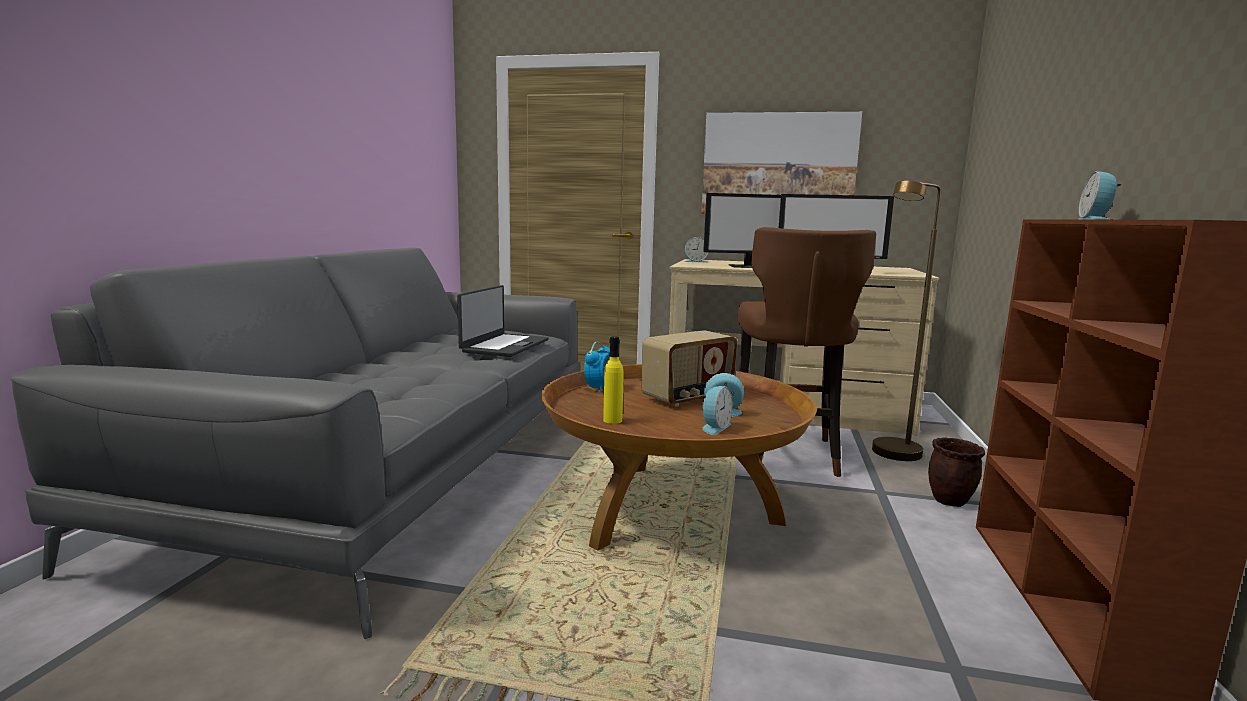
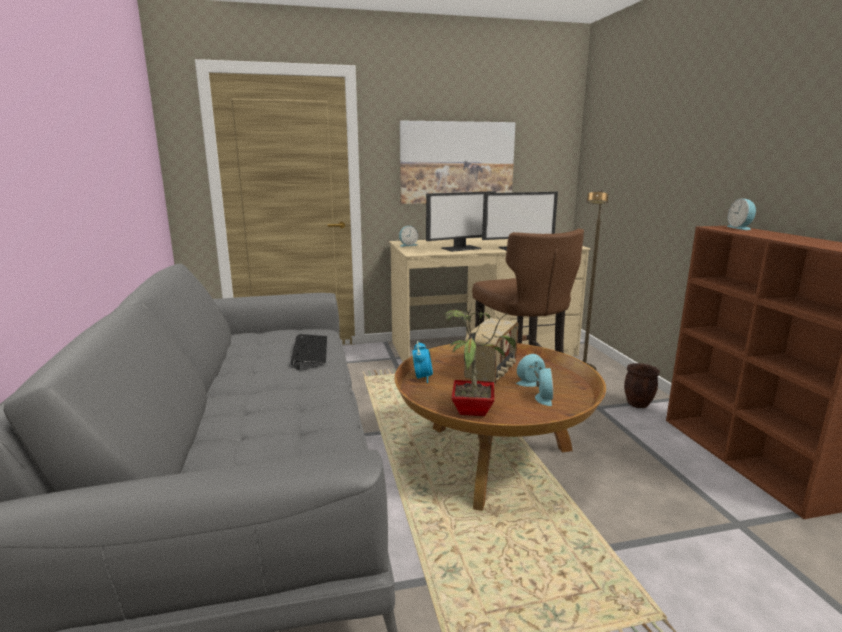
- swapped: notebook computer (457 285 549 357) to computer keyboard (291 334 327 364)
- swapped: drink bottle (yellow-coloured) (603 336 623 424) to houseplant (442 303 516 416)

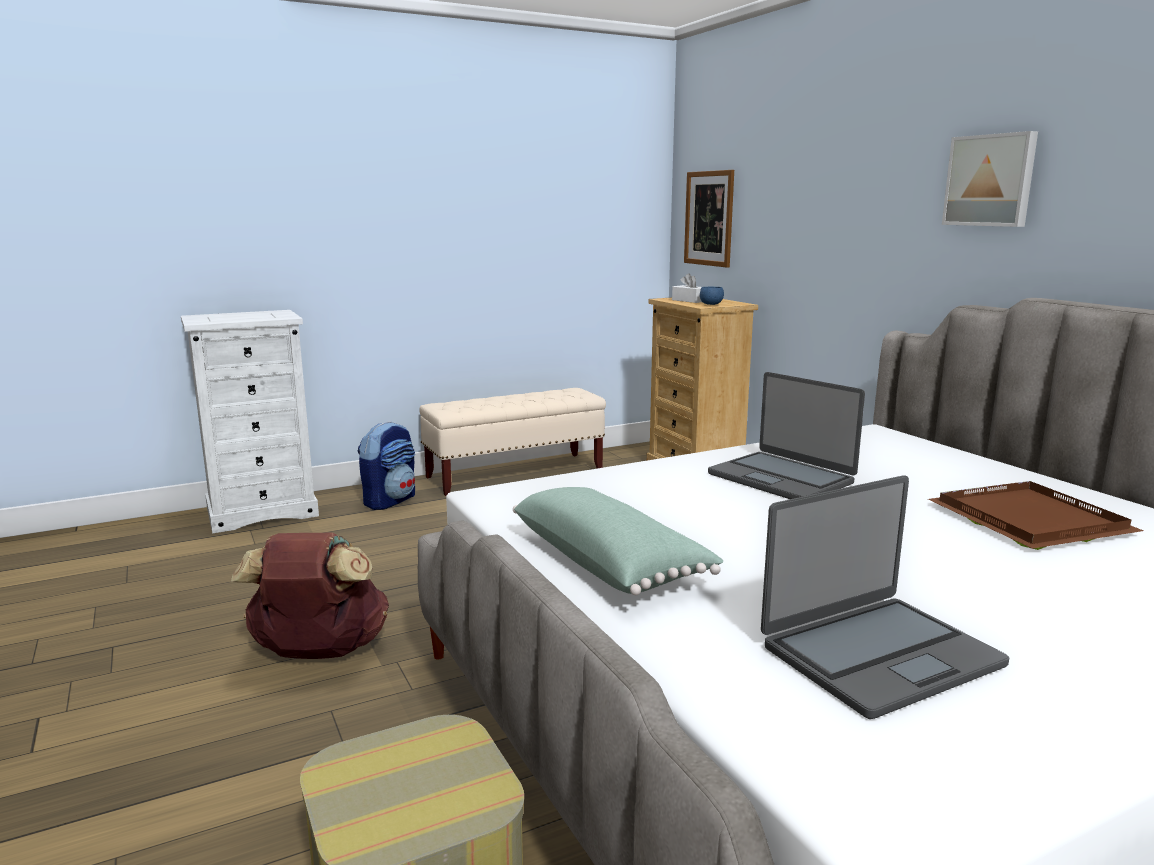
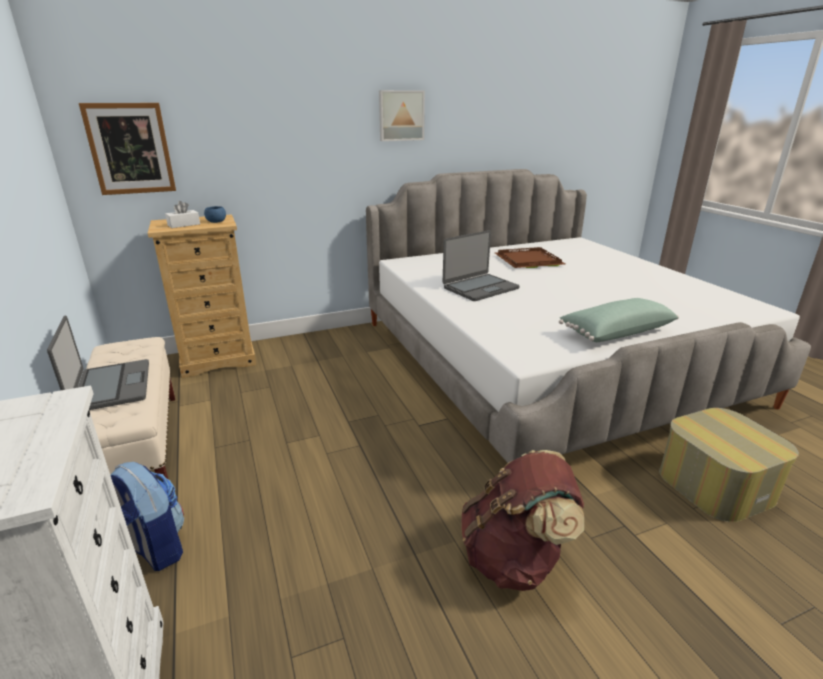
- shifted: notebook computer (761 475 1009 719) to (47 315 149 410)

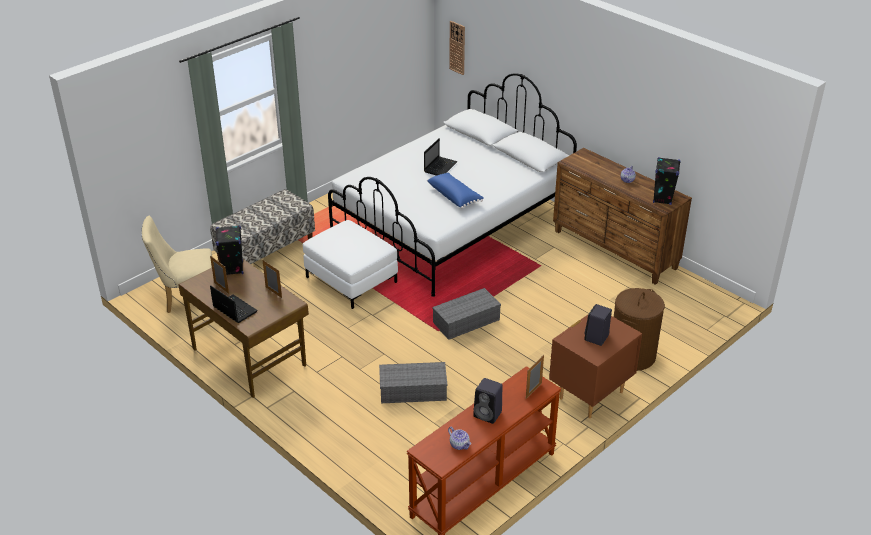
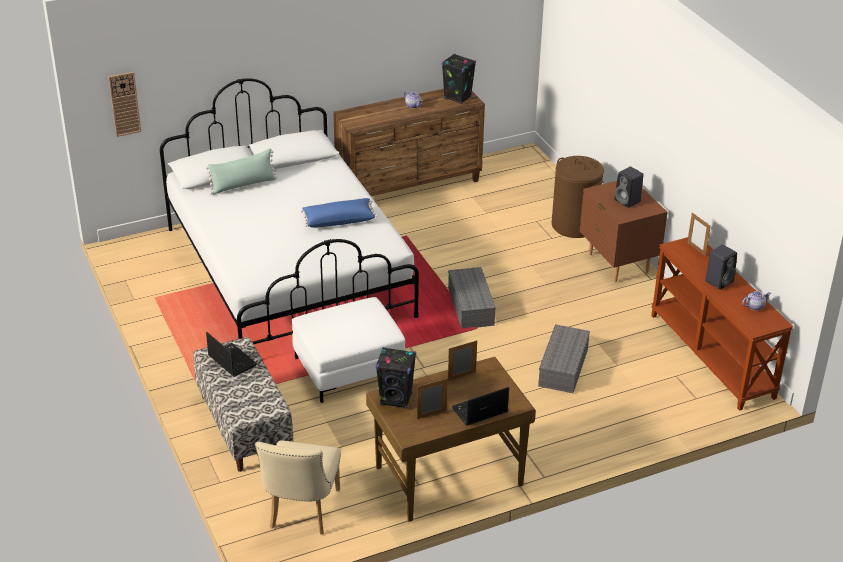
- new: cushion (greenish) (206 148 277 195)
- shifted: notebook computer (424 138 458 176) to (206 332 257 377)

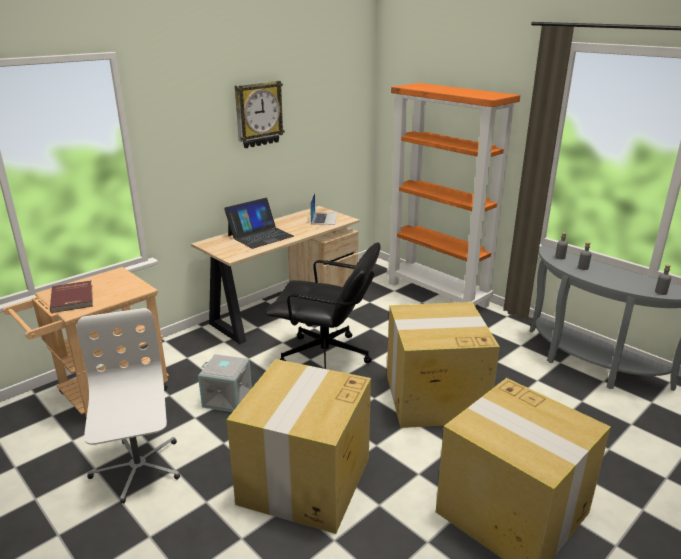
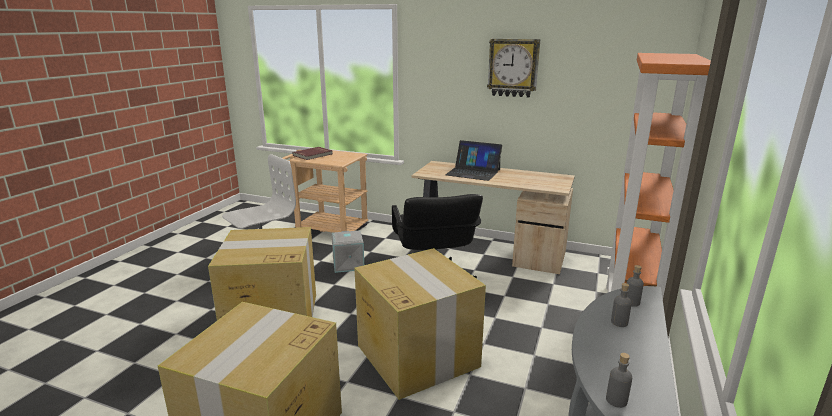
- gone: notebook computer (310 192 338 225)

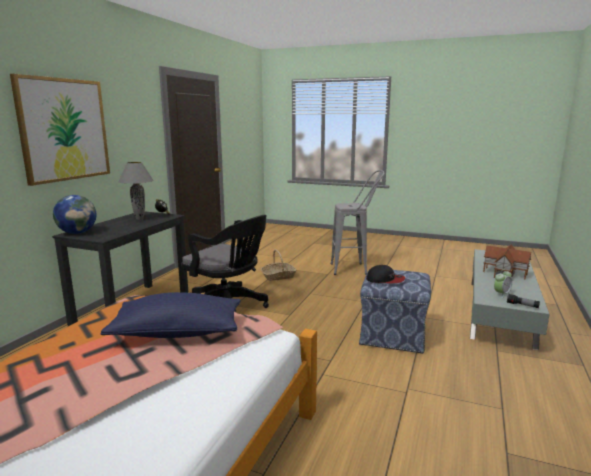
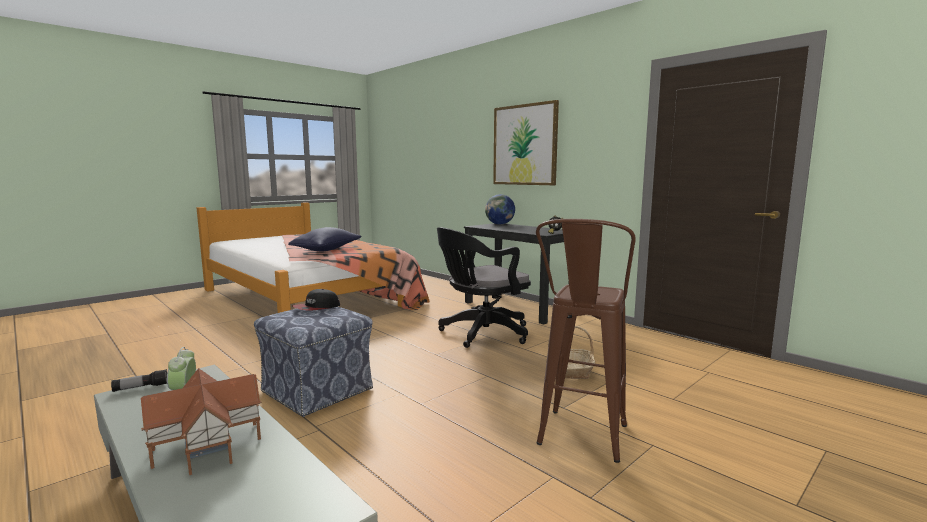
- repainted: stool (gray) (331 170 385 275) to stool (brown) (536 219 636 463)
- gone: lamp for a table (gray) (118 162 154 220)

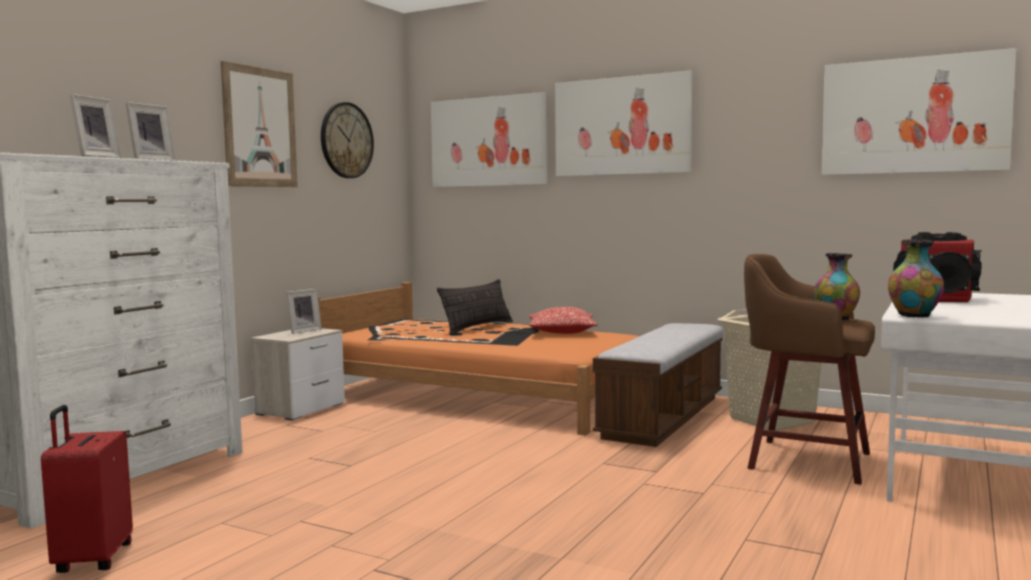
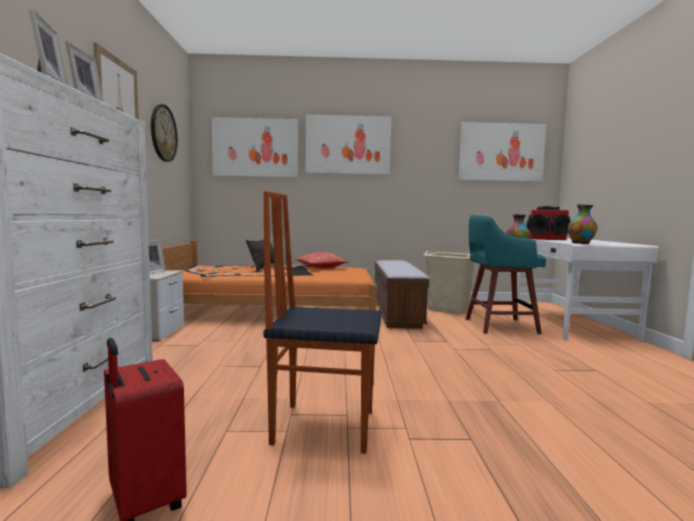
- new: chair (263 191 382 454)
- repainted: stool (brown) (744 254 875 485) to stool (turquoise-coloured) (466 215 546 334)

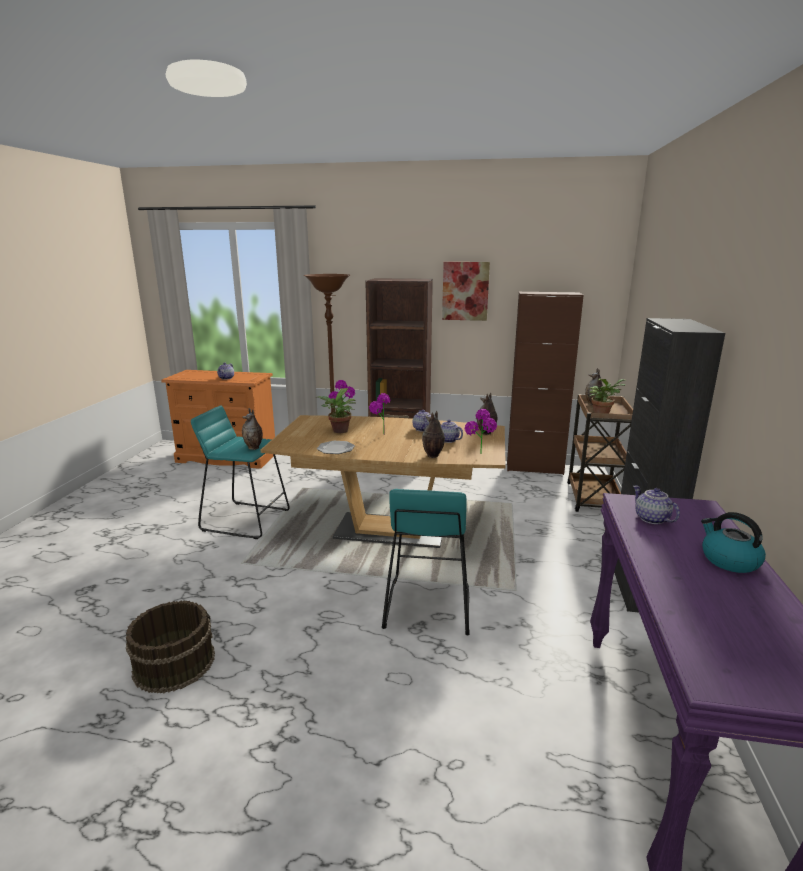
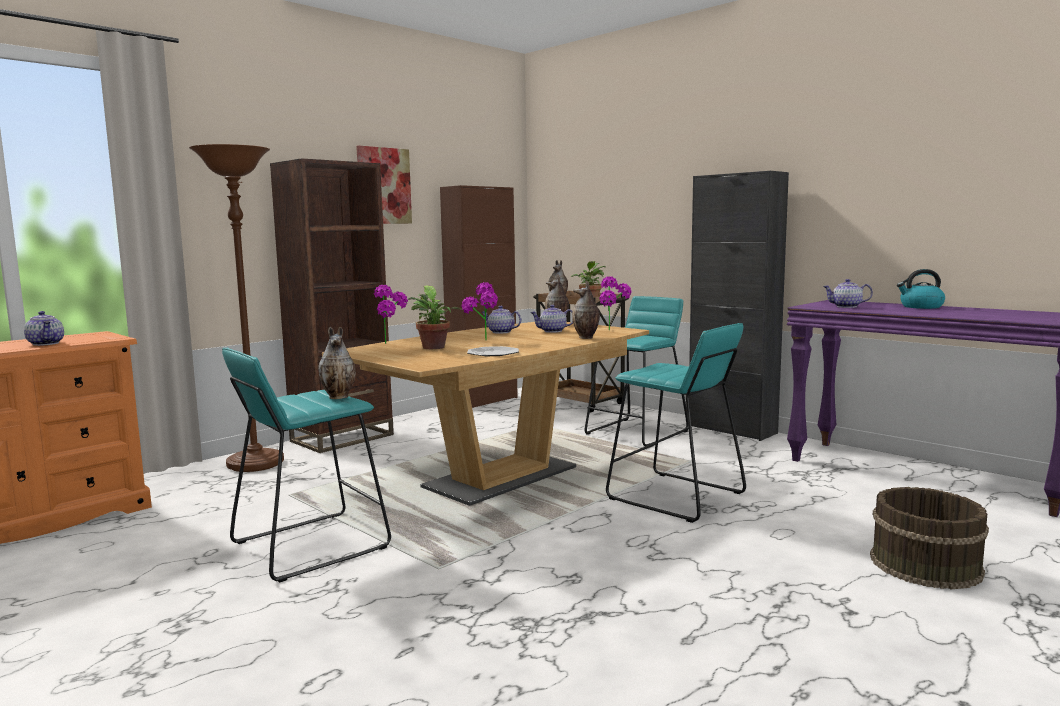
- new: stool (turquoise-coloured) (585 296 688 446)
- shifted: pail (brown) (126 600 215 694) to (870 487 989 590)

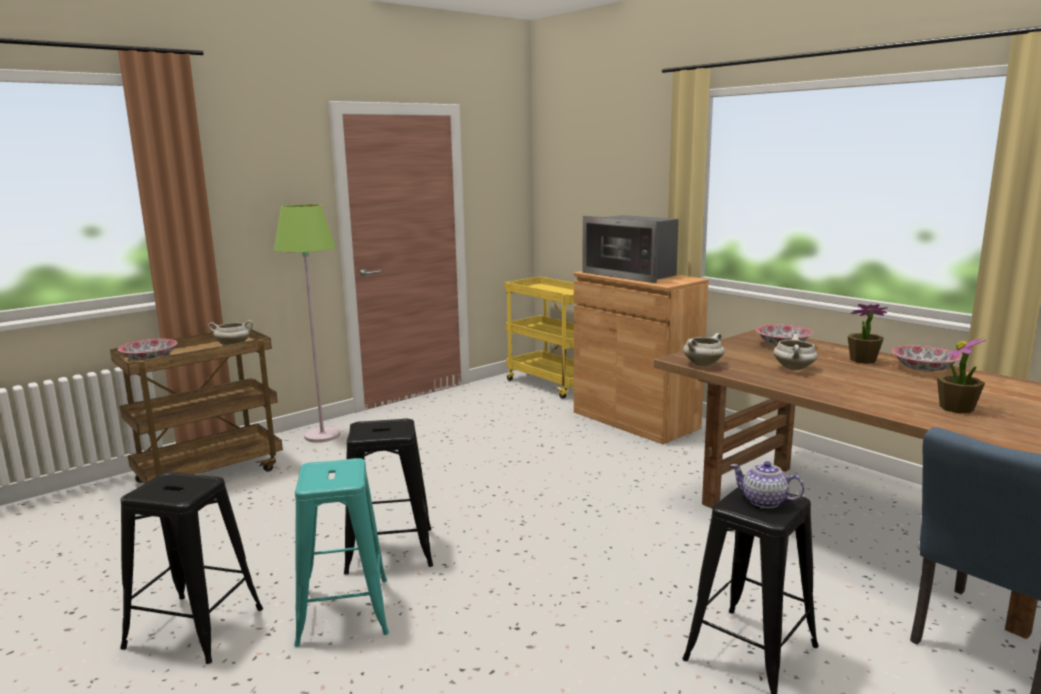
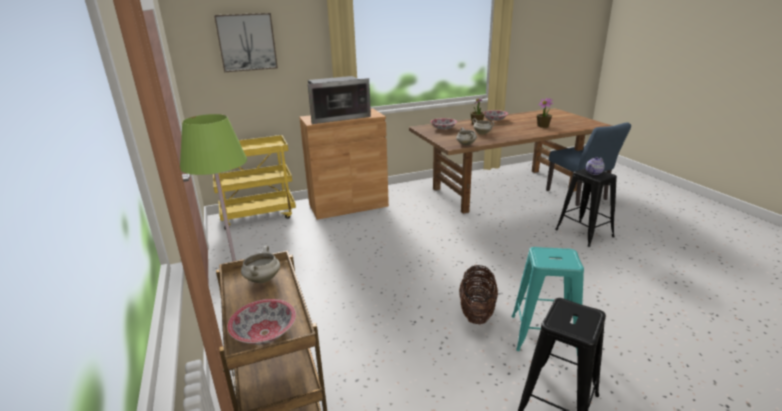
- new: wall art (214 13 278 72)
- swapped: stool (blackish) (344 419 433 575) to storage basket (459 265 498 324)

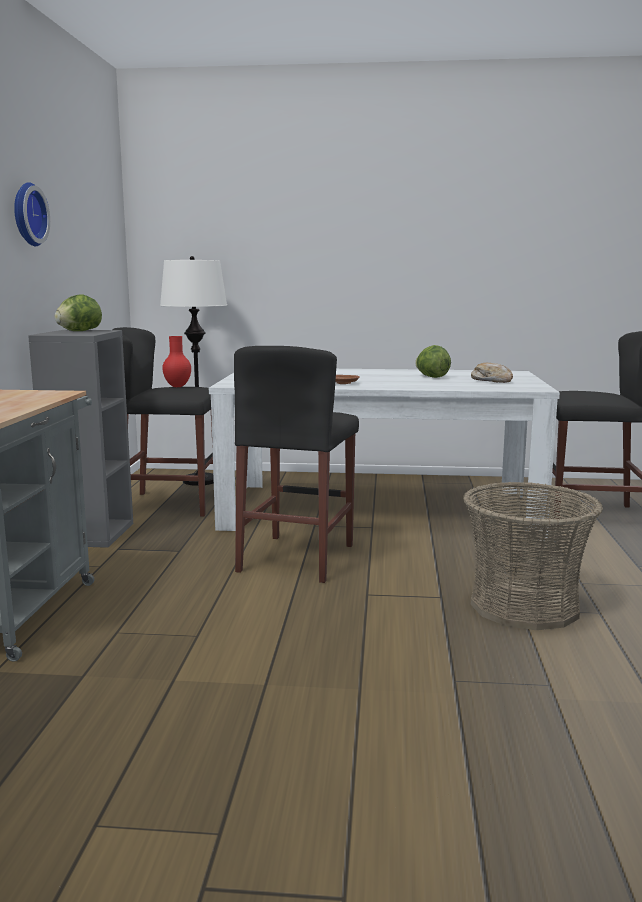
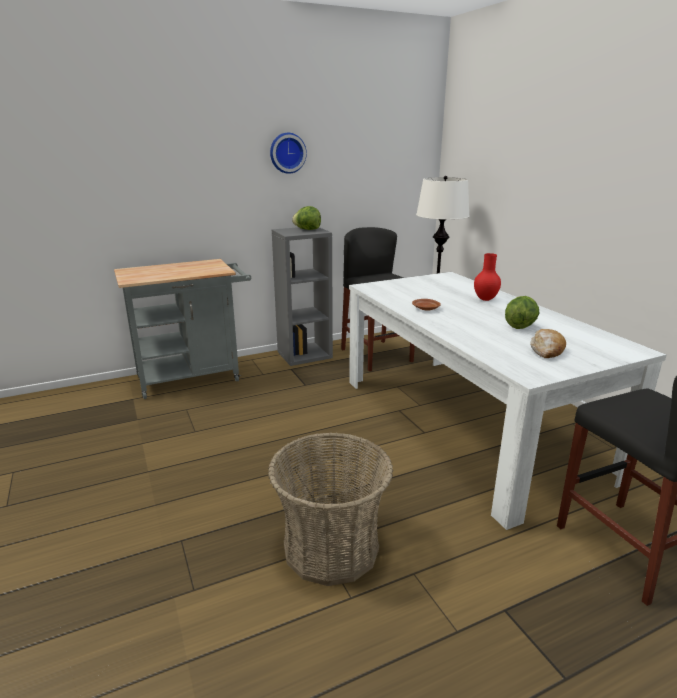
- shifted: vase (reddish) (162 336 191 387) to (474 253 501 301)
- gone: stool (blackish) (234 346 359 583)

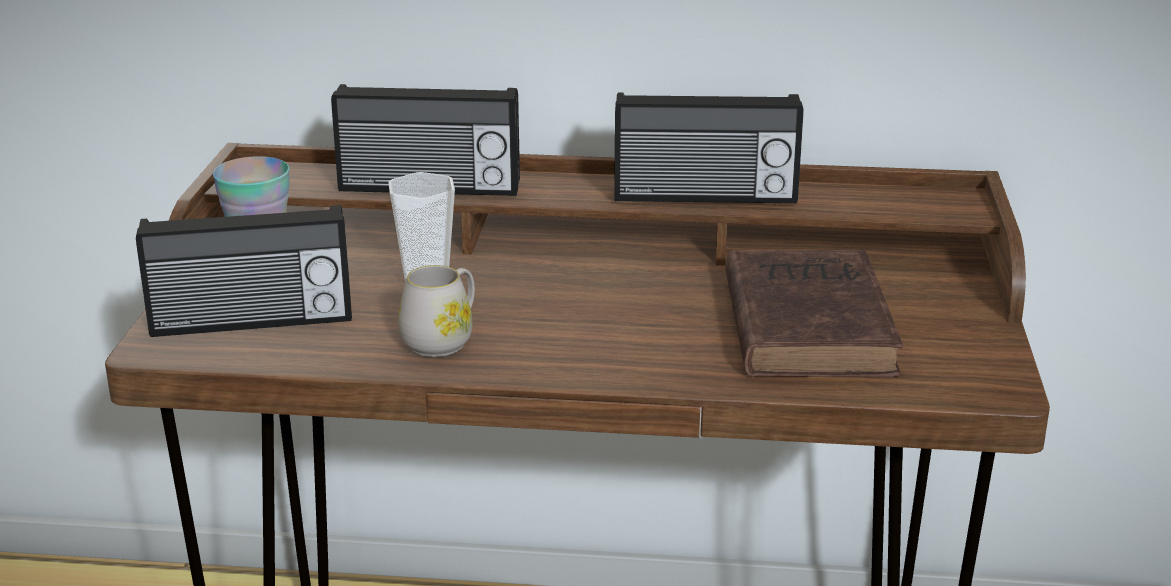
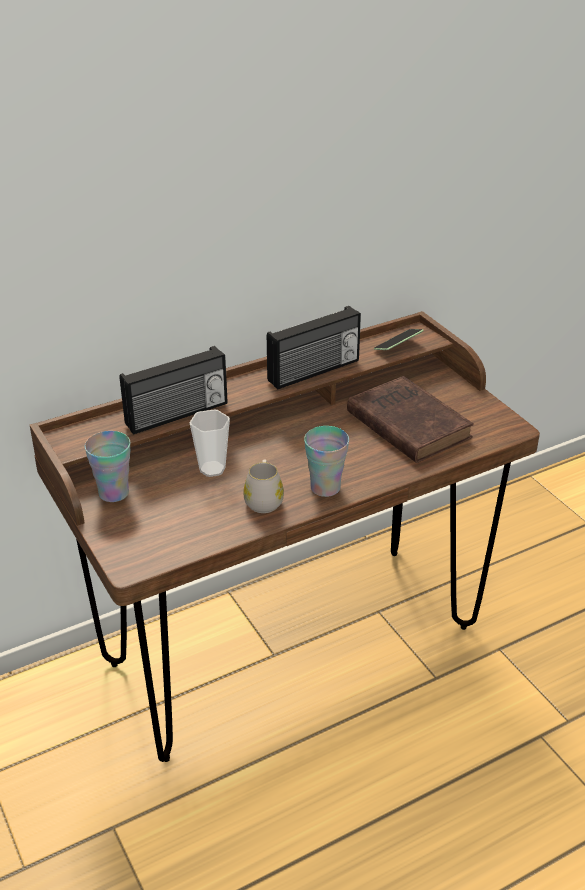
- new: drinking cup (304 426 349 497)
- new: telephone (374 329 424 350)
- gone: radio (136 205 352 337)

